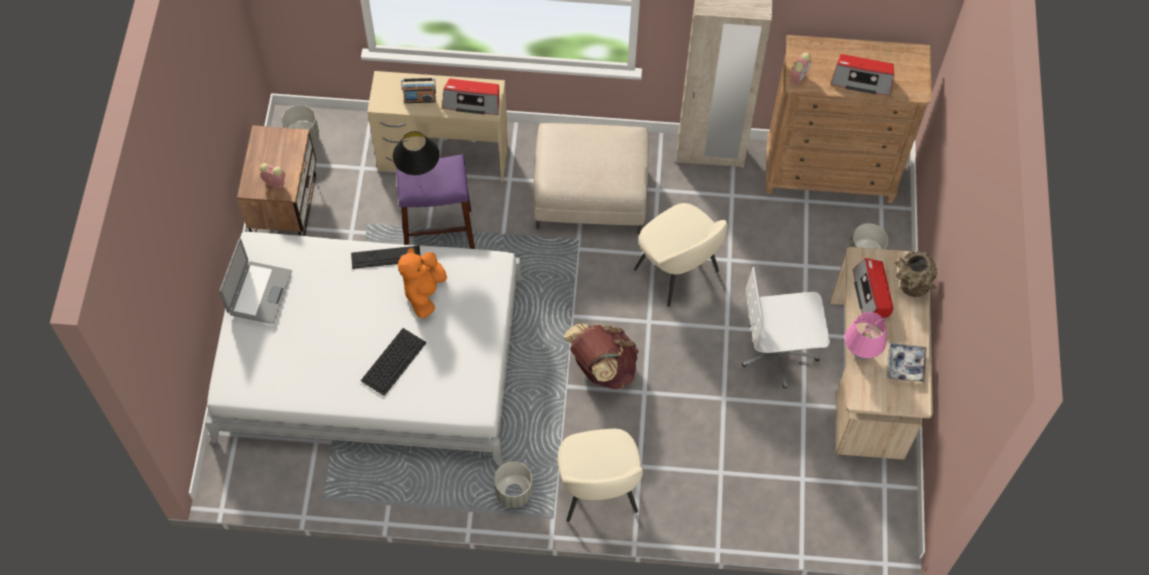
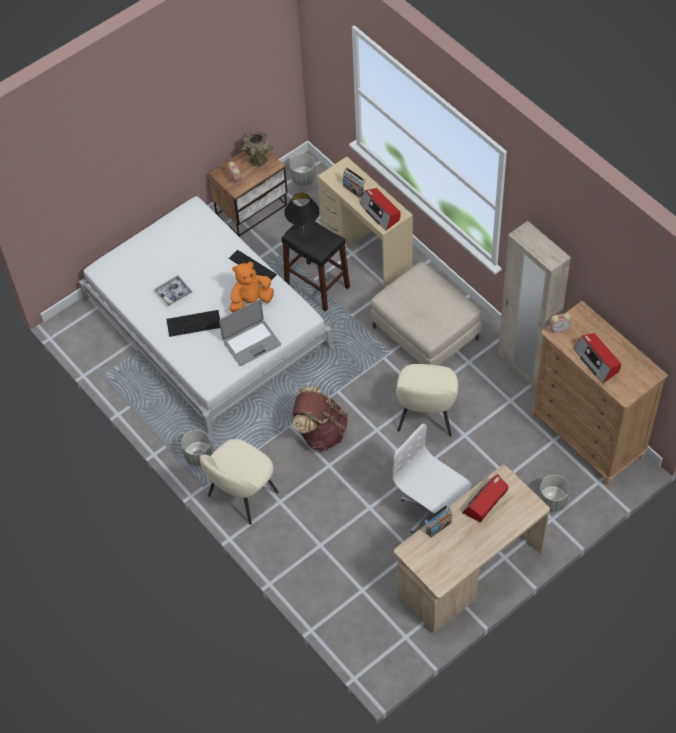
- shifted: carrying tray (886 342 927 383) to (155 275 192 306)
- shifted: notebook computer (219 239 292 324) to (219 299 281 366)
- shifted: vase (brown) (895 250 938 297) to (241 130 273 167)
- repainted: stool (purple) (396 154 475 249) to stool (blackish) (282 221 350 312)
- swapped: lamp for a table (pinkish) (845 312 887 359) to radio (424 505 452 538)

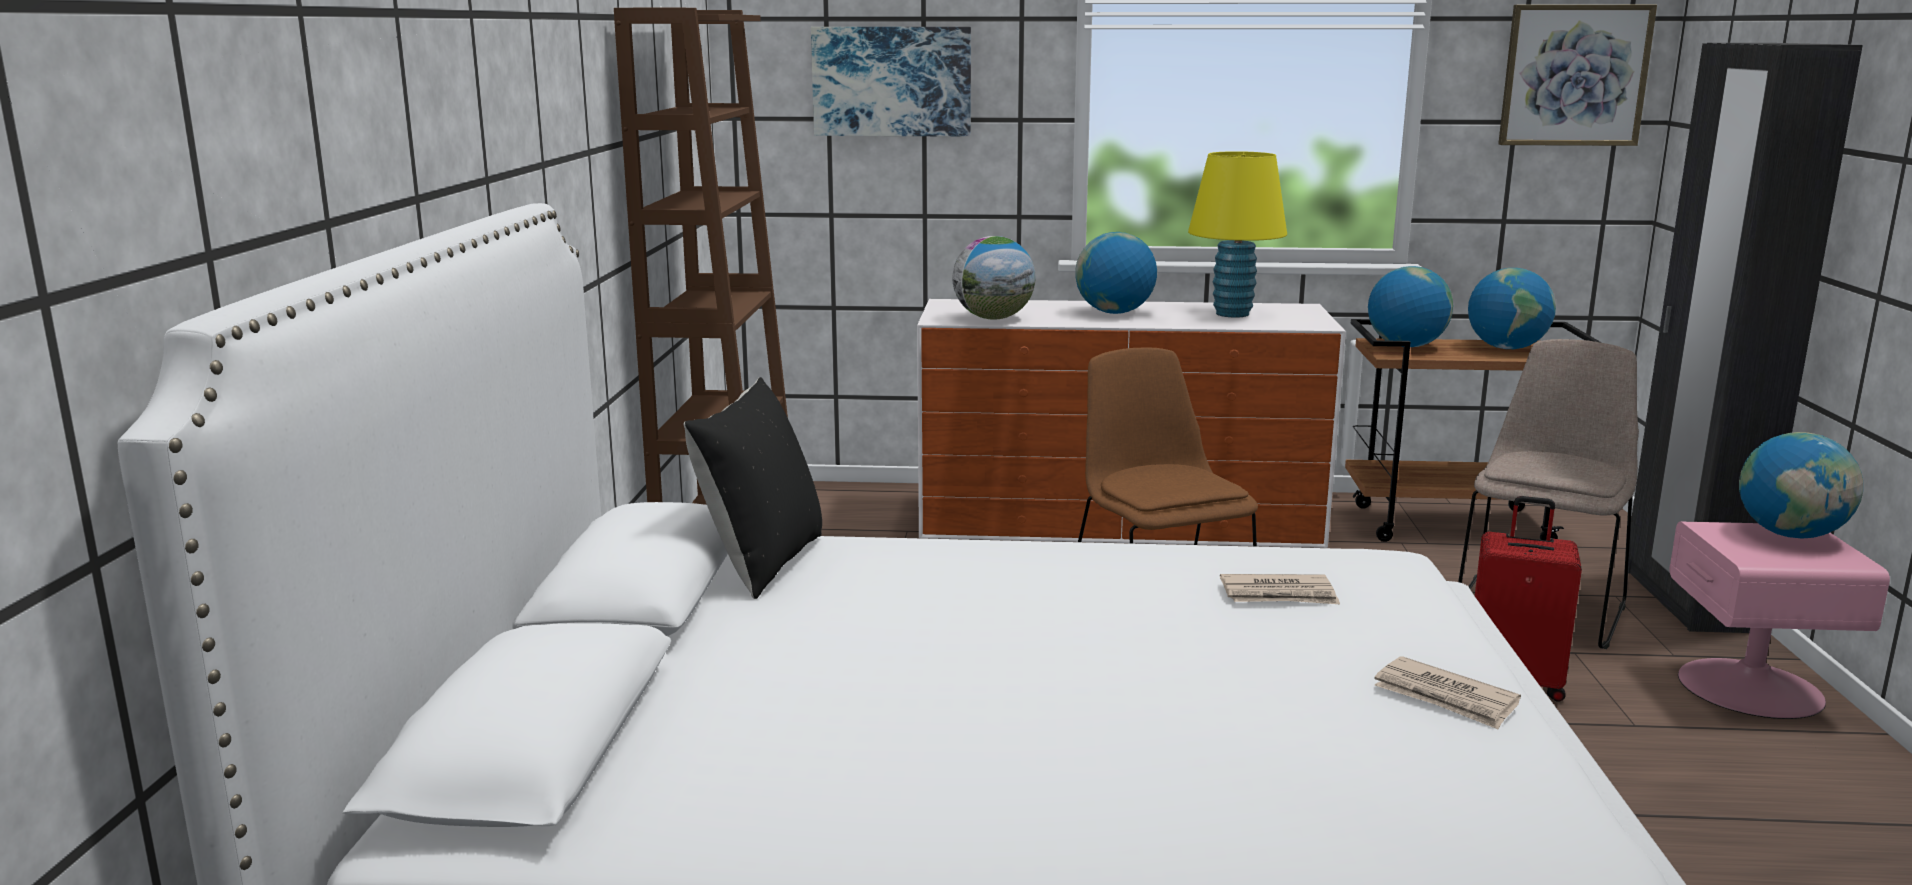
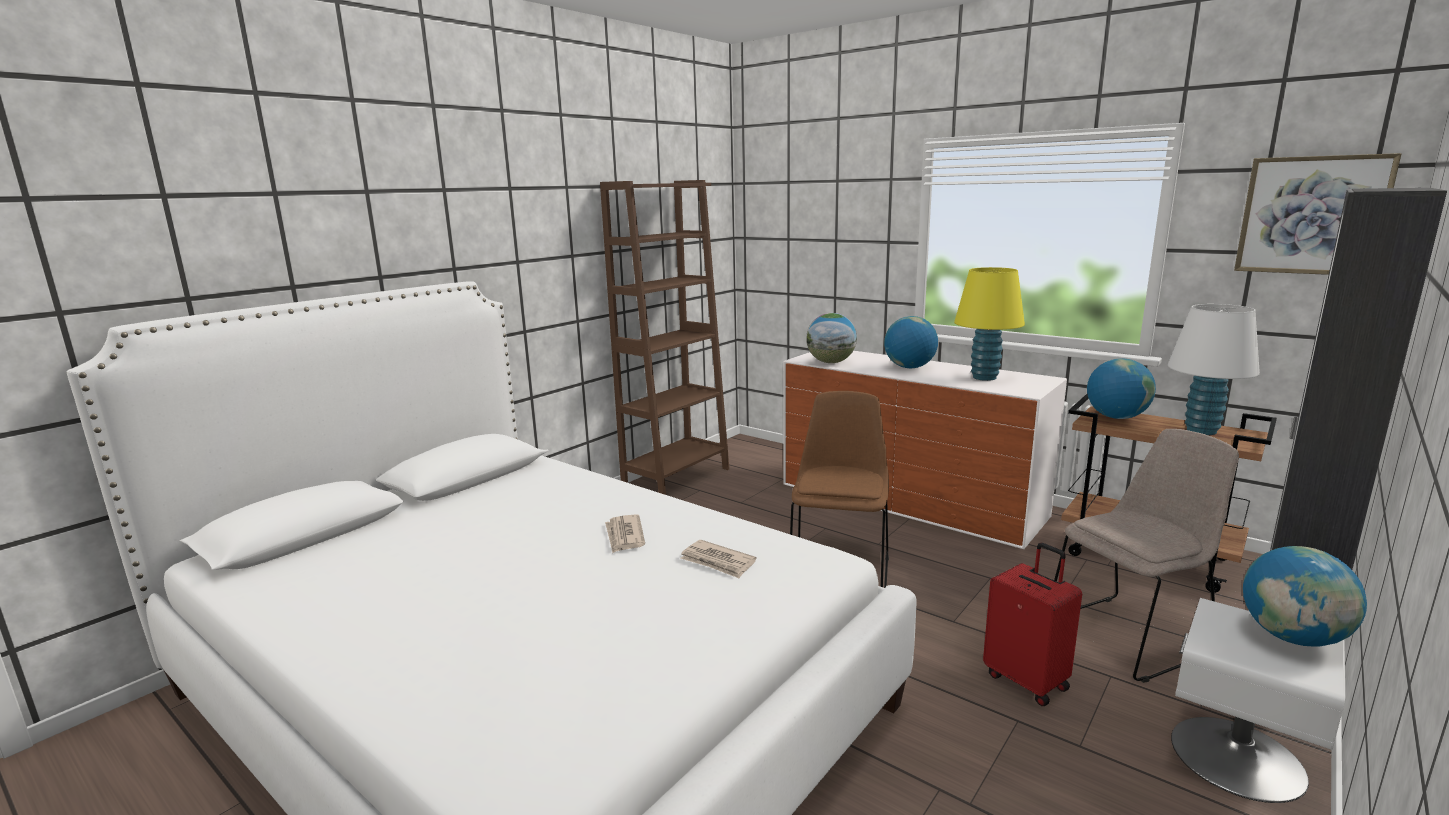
- shifted: daily paper (1375 656 1521 729) to (605 514 645 553)
- swapped: desk globe (1468 268 1556 349) to lamp for a table (white-coloured) (1168 304 1260 435)
- repainted: nightstand (pinkish) (1670 522 1890 719) to nightstand (white-coloured) (1171 598 1345 803)
- gone: cushion (blackish) (684 377 822 599)
- gone: wall art (811 27 971 137)

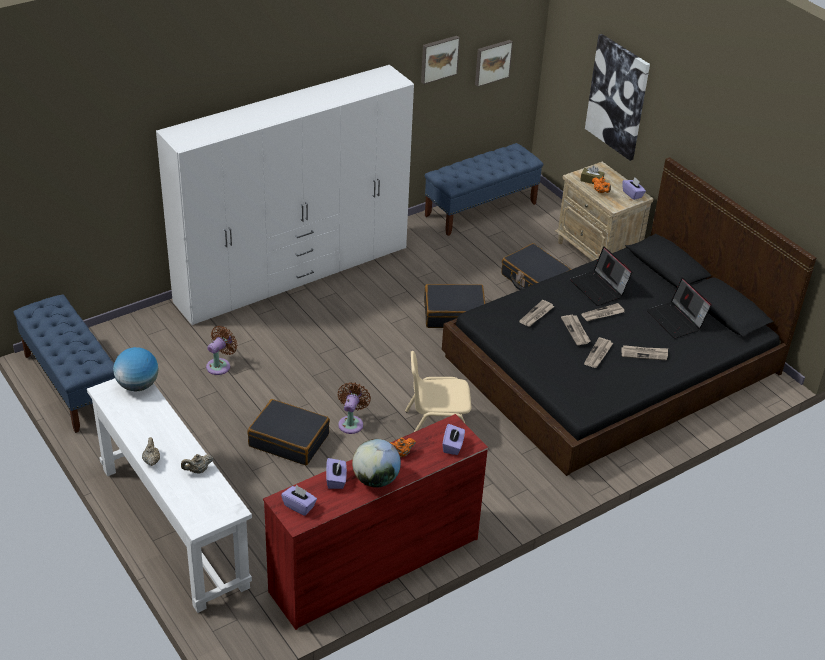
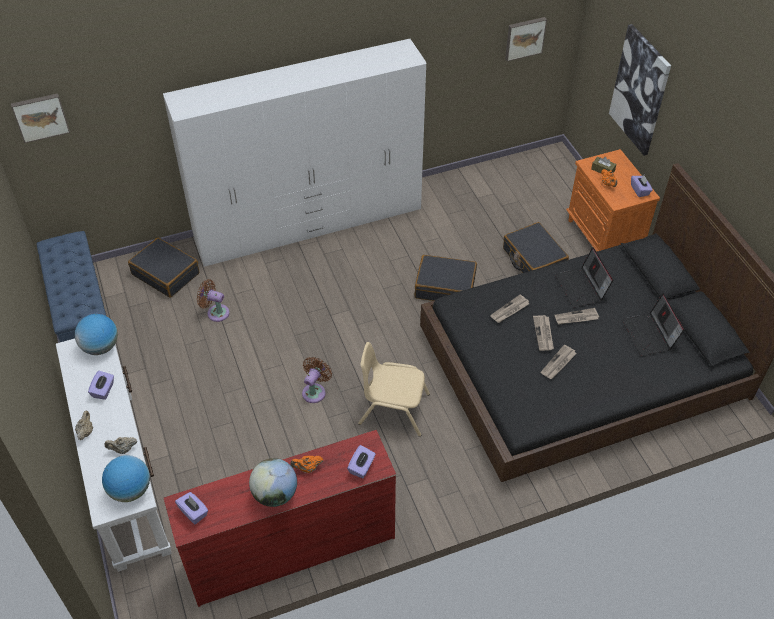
- shifted: wall art (421 36 460 84) to (11 93 70 143)
- shifted: tissue box (purple) (326 458 347 489) to (88 371 114 400)
- new: desk globe (102 455 150 502)
- shifted: suitcase (blackish) (247 399 330 465) to (128 238 199 298)
- rotated: cooling fan (brown) (206 326 238 375) = (197 279 230 322) 120 degrees counterclockwise
- repainted: nightstand (beige) (555 162 653 261) to nightstand (orangey) (566 149 660 252)
- gone: bench (blue) (425 143 543 236)
- gone: daily paper (621 345 668 360)

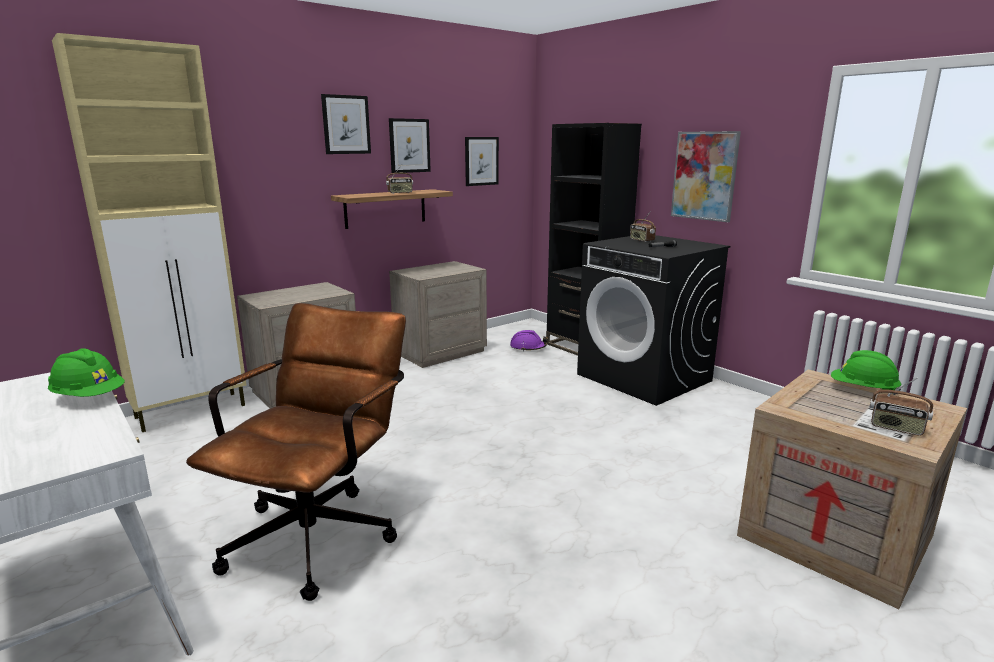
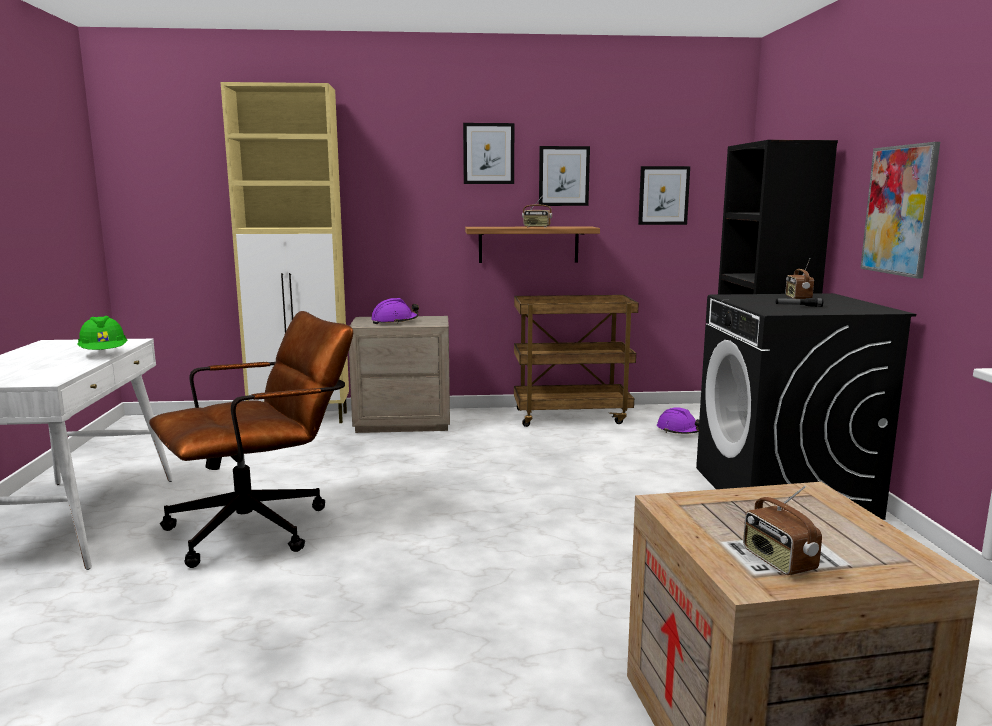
- new: work helmet (purple) (371 298 419 324)
- swapped: nightstand (beige) (389 261 487 368) to trolley (brown) (514 295 639 427)
- gone: work helmet (greenish) (831 350 901 395)

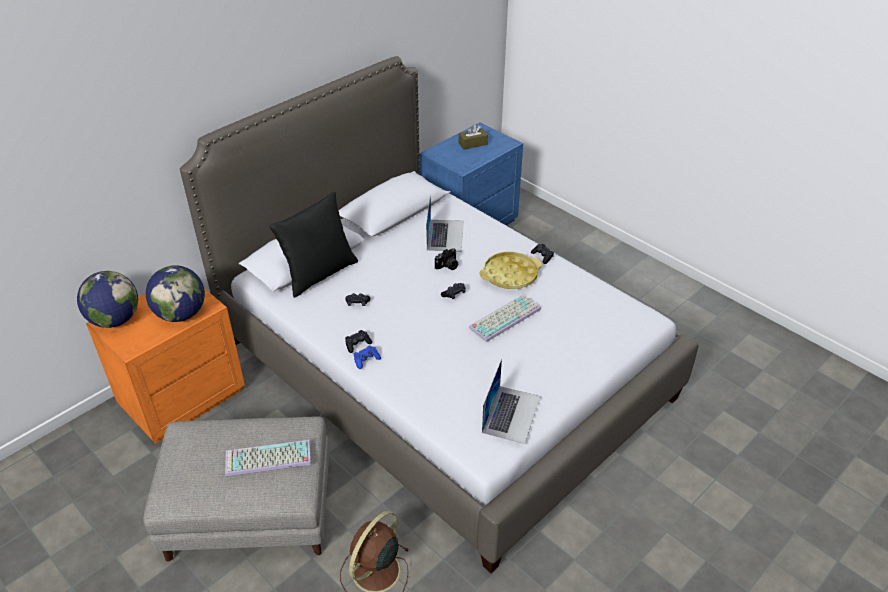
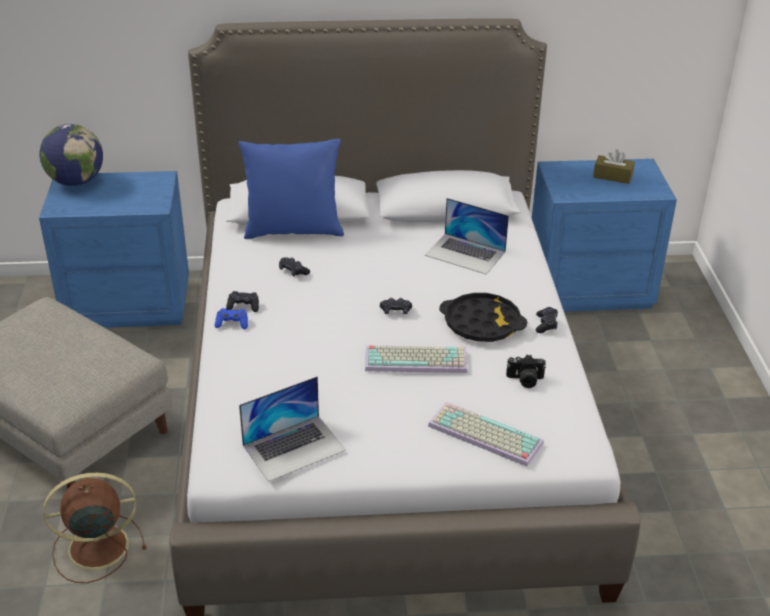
- repainted: nightstand (orangey) (86 288 245 444) to nightstand (blue) (39 171 189 328)
- repainted: cushion (blackish) (269 191 358 298) to cushion (blue) (239 139 344 239)
- rotated: notebook computer (426 194 464 252) = (425 198 509 275) 75 degrees clockwise
- shifted: computer keyboard (225 440 311 477) to (428 402 544 466)
- repainted: carrying tray (yellow-coloured) (480 252 542 289) to carrying tray (blackish) (439 293 527 342)
- shifted: still camera (435 248 458 270) to (506 355 546 388)
- gone: desk globe (146 265 205 322)

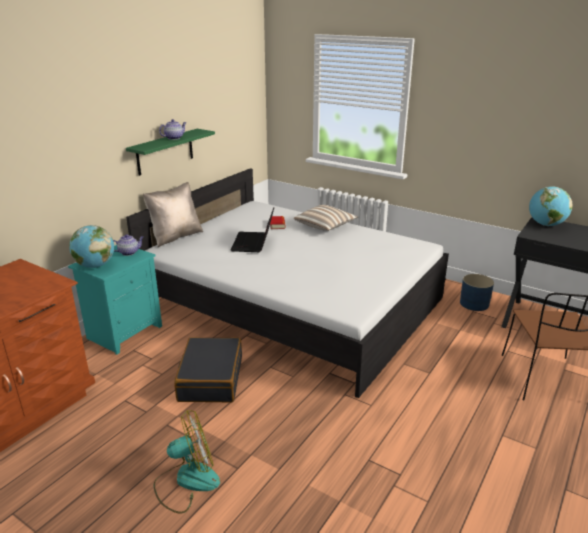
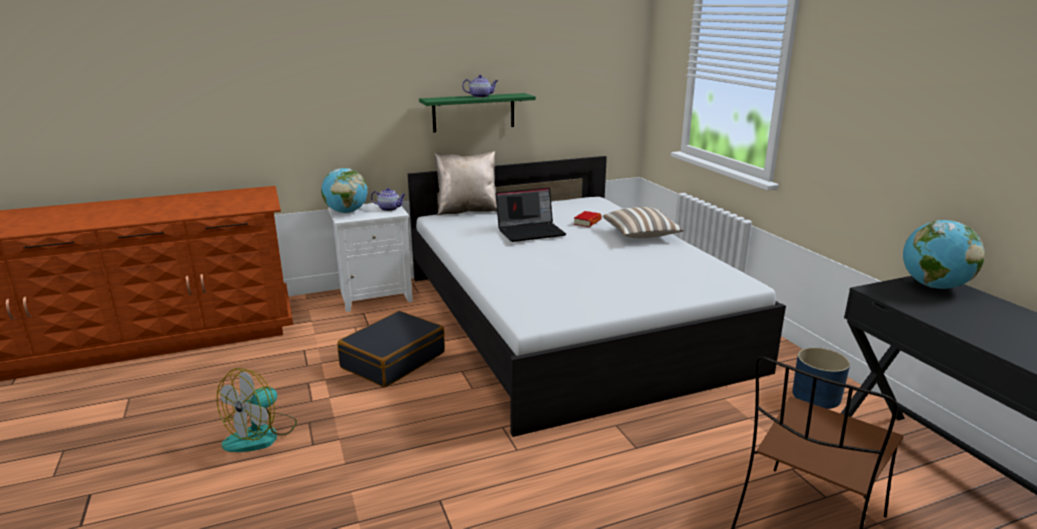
- rotated: cooling fan (154 410 220 514) = (217 368 297 452) 105 degrees clockwise
- repainted: nightstand (turquoise-coloured) (68 245 162 355) to nightstand (white-coloured) (328 202 413 312)
- rotated: notebook computer (231 208 274 252) = (495 187 566 242) 150 degrees counterclockwise

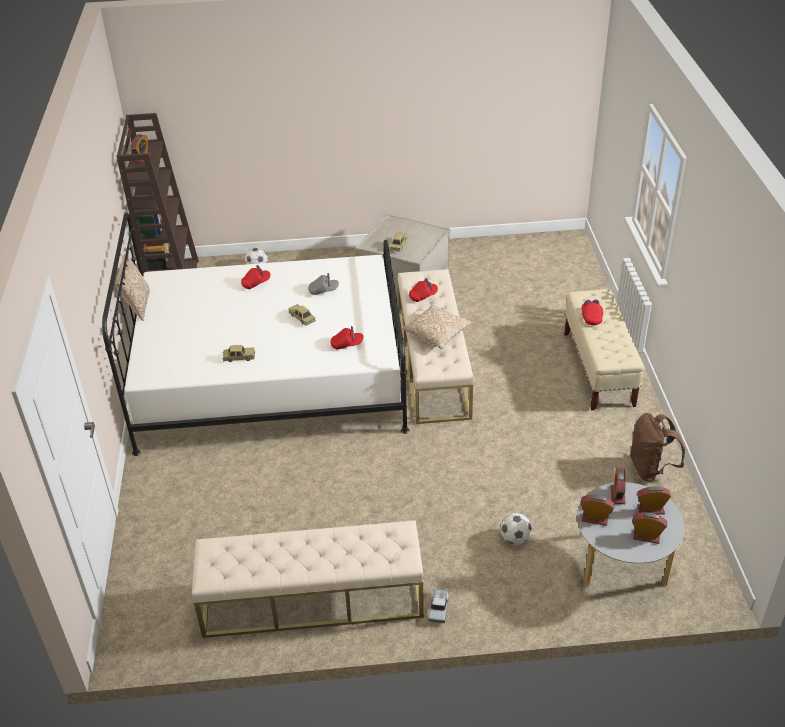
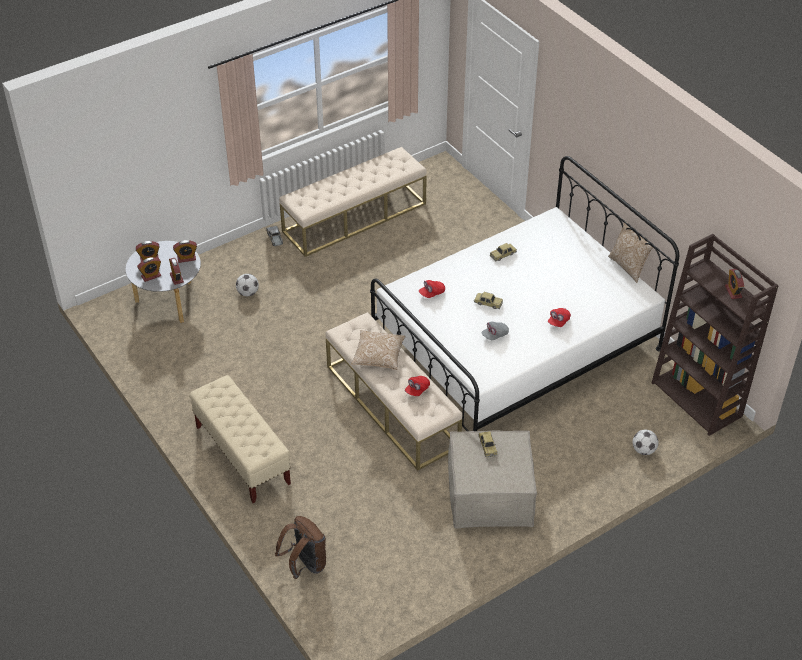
- shifted: backpack (brown) (630 413 685 482) to (275 516 326 579)
- gone: peaked cap (reddish) (581 299 603 325)

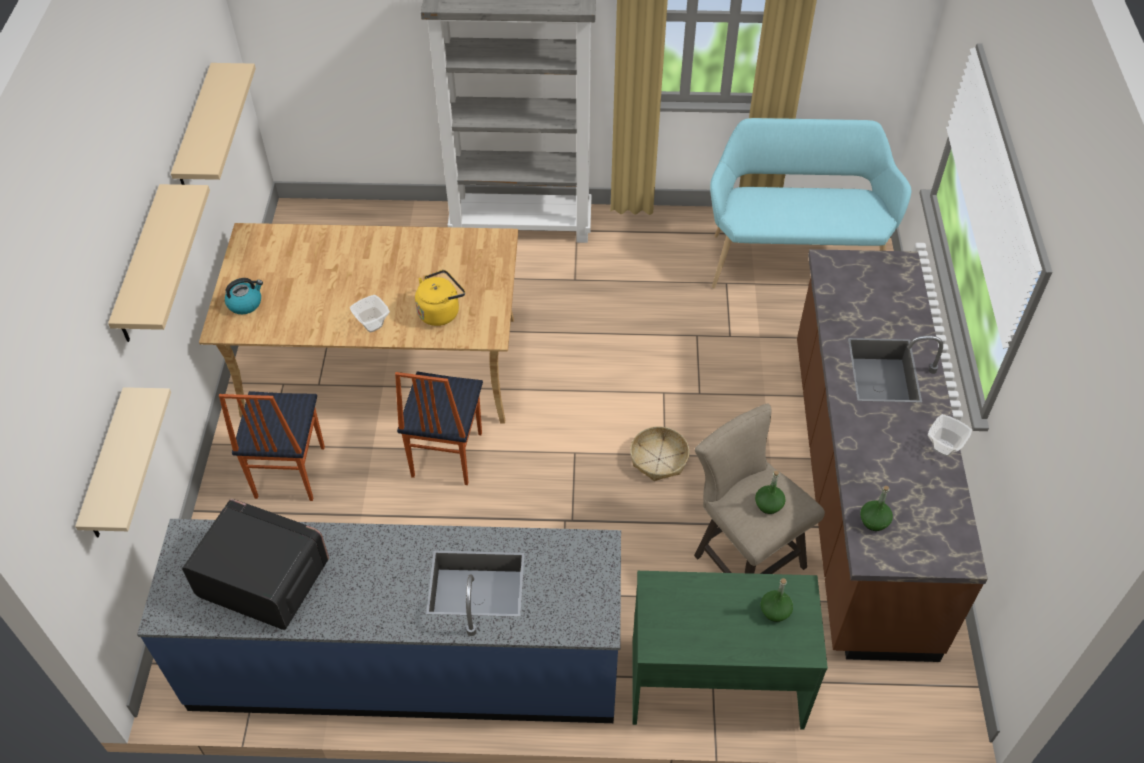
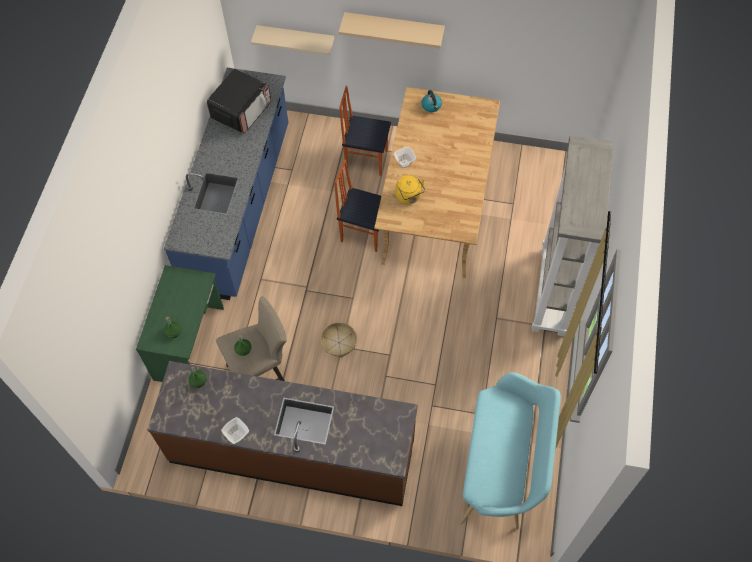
- gone: bracket shelf (beige) (171 63 256 185)

